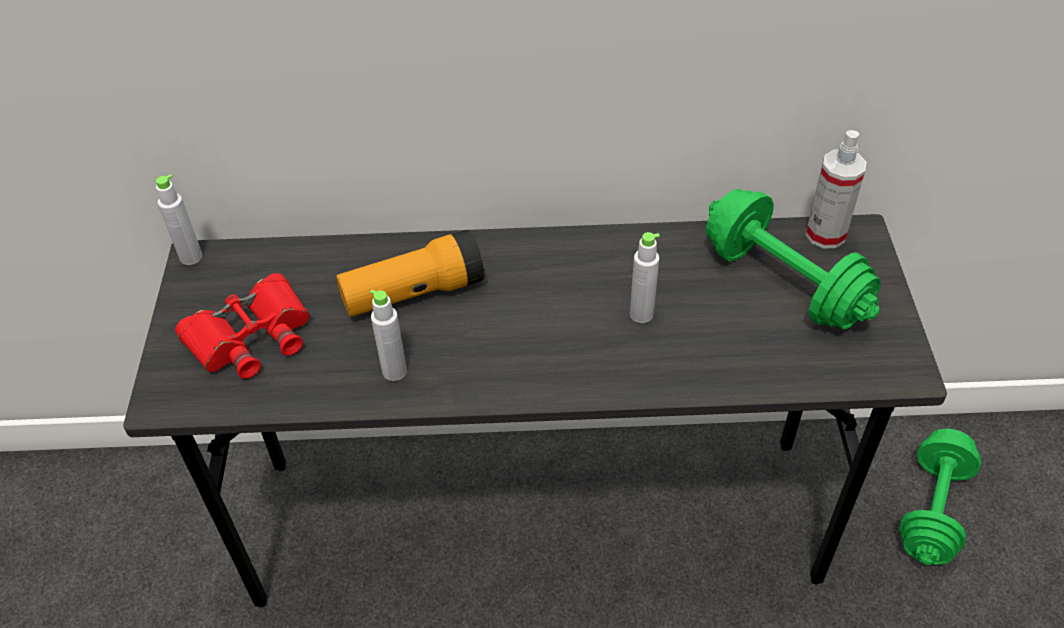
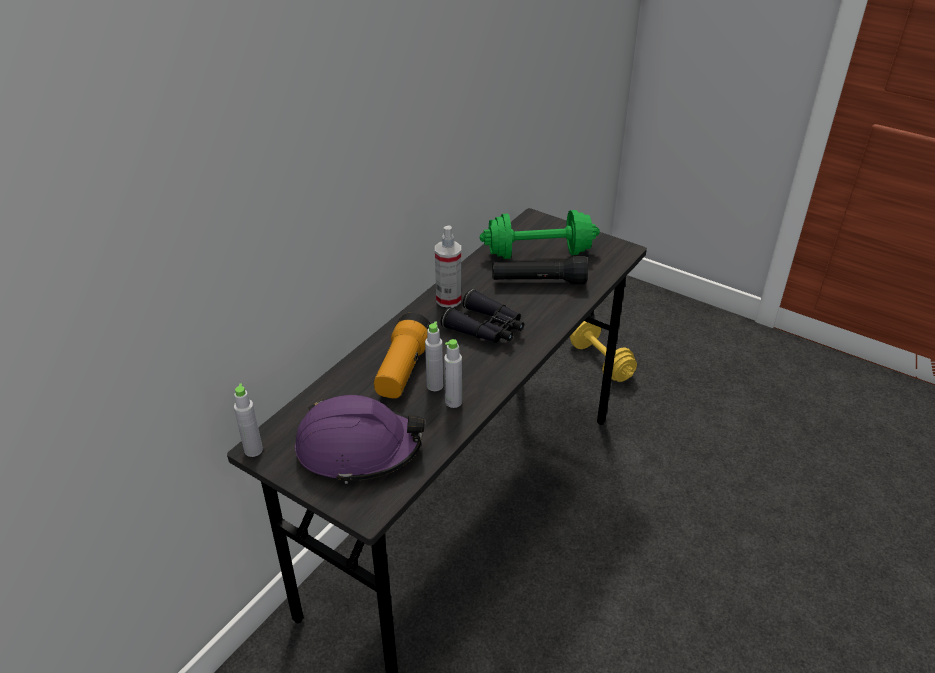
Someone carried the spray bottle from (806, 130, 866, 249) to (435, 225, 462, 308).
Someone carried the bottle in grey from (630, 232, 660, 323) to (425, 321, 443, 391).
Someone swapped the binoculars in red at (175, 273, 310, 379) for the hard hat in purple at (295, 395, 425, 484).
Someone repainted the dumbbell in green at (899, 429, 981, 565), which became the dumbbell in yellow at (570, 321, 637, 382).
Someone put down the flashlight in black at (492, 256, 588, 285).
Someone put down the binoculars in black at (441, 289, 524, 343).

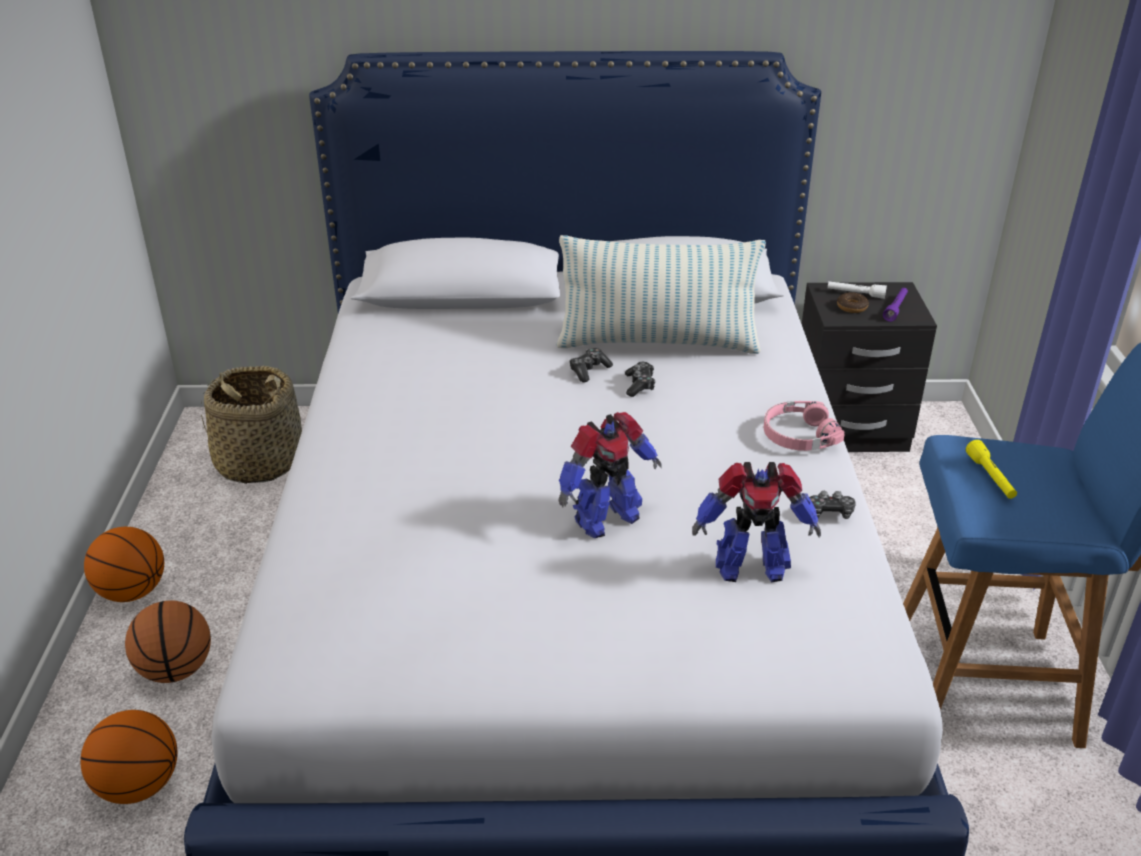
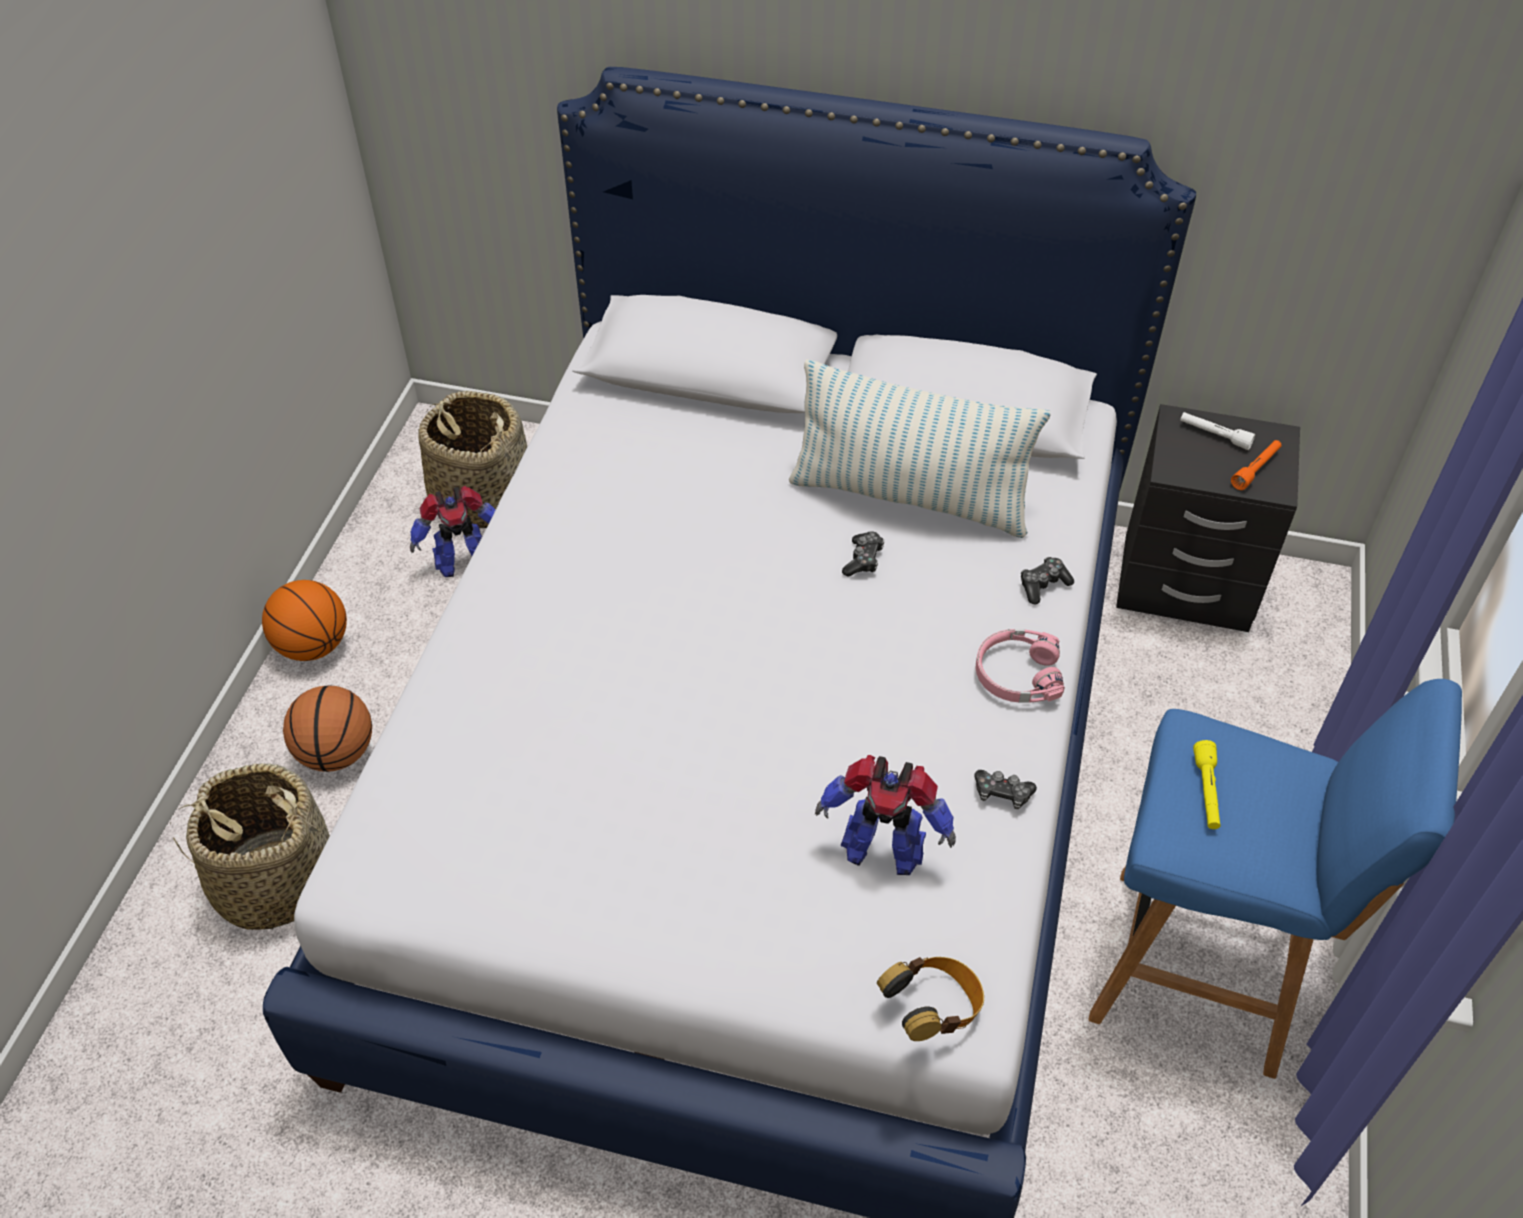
Someone repainted the flashlight in purple at (883, 288, 908, 322), which became the flashlight in orange at (1231, 440, 1282, 490).
Someone took away the donut at (837, 292, 869, 313).
Someone carried the game controller from (569, 348, 613, 382) to (1021, 557, 1074, 605).
Someone carried the toy robot from (558, 412, 662, 538) to (410, 486, 495, 577).
Someone swapped the basketball at (80, 710, 177, 804) for the basket at (170, 763, 330, 930).
Someone put down the headphones at (877, 957, 984, 1041).

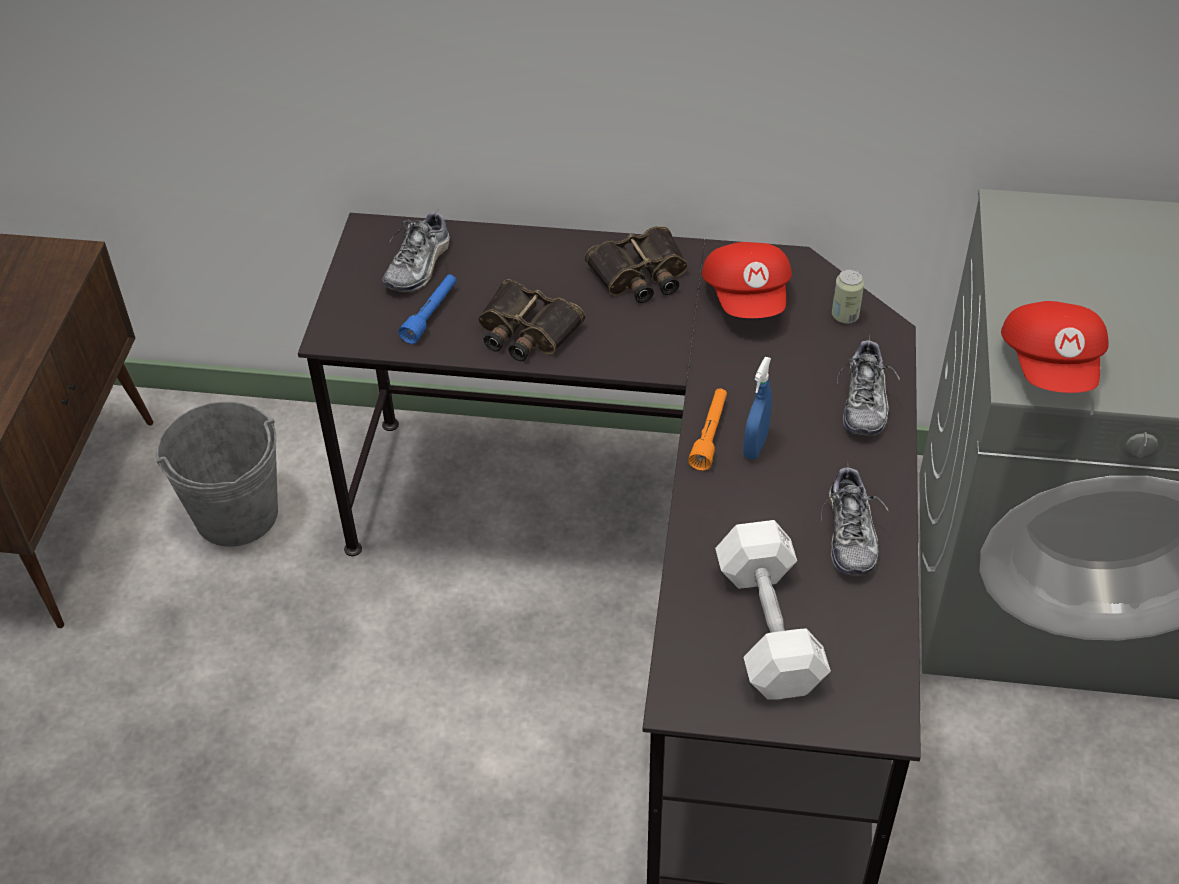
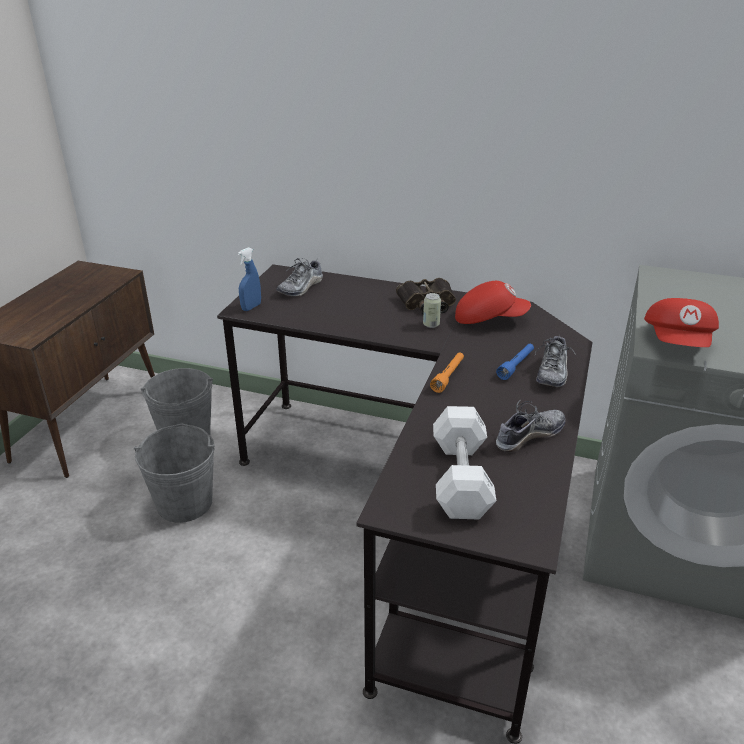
Someone rotated the cap in red at (702, 242, 792, 318) by 90 degrees counterclockwise.
Someone carried the can from (832, 269, 864, 323) to (423, 293, 441, 328).
Someone carried the flashlight in blue from (398, 274, 457, 344) to (496, 344, 534, 380).
Someone took away the binoculars at (478, 280, 585, 361).
Someone carried the spray bottle in blue from (743, 357, 772, 459) to (237, 247, 261, 311).
Someone rotated the shoe at (821, 461, 889, 576) by 135 degrees counterclockwise.
Someone put down the bucket in grey at (134, 424, 215, 523).

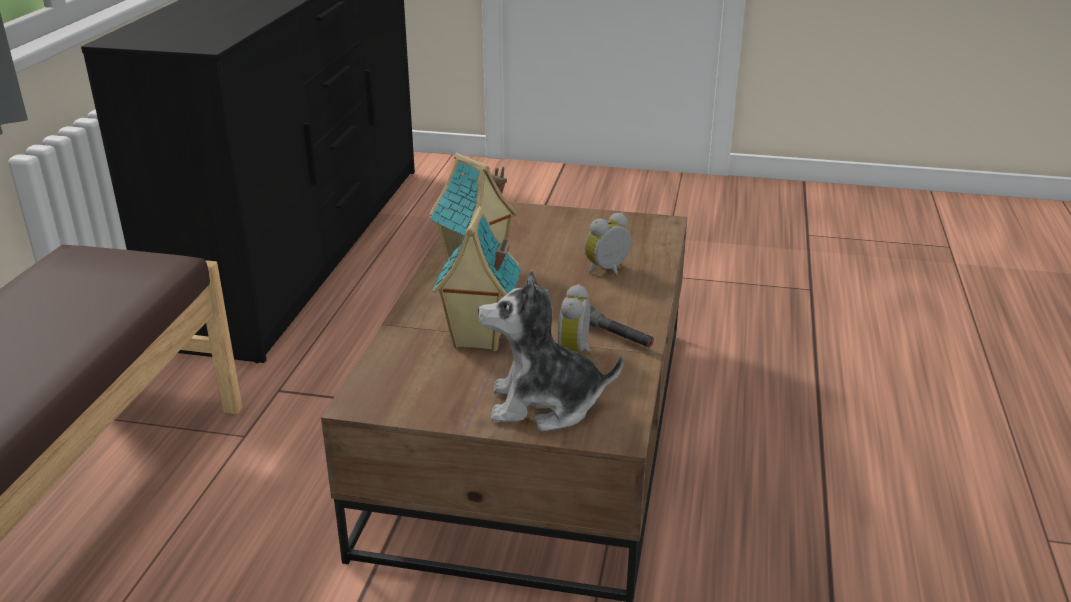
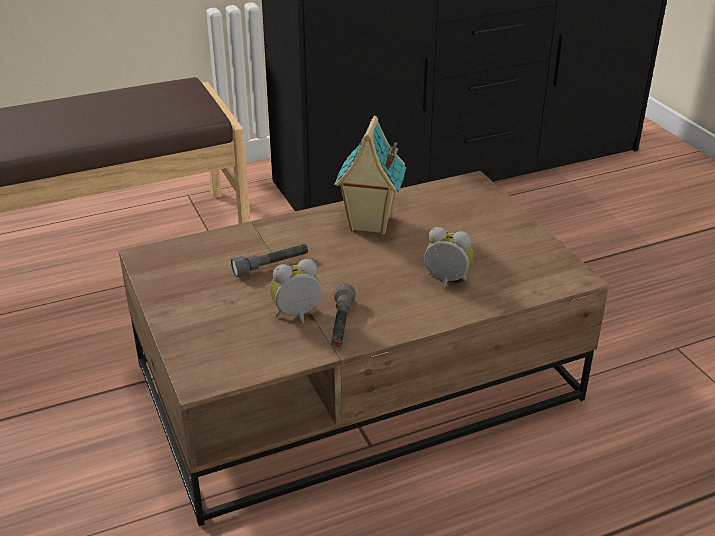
Someone swapped the toy house at (432, 206, 521, 351) for the flashlight in grey at (231, 244, 308, 277).
Someone took away the plush toy at (478, 271, 624, 431).

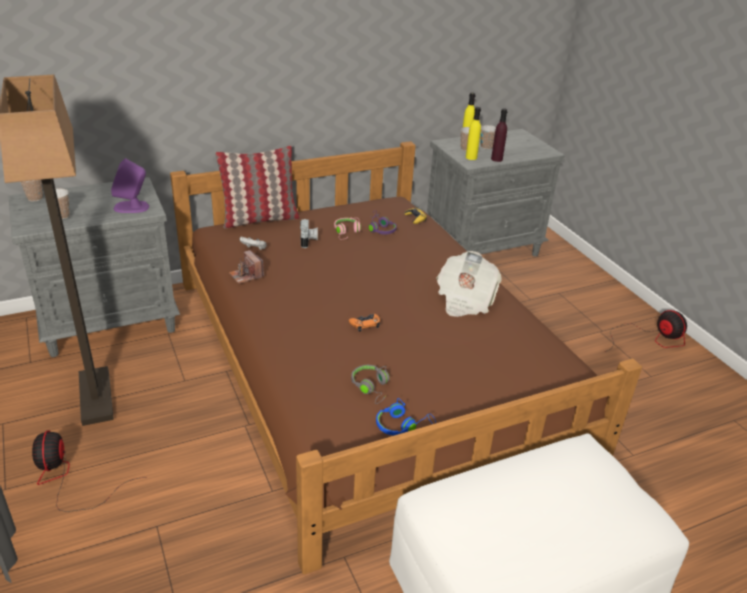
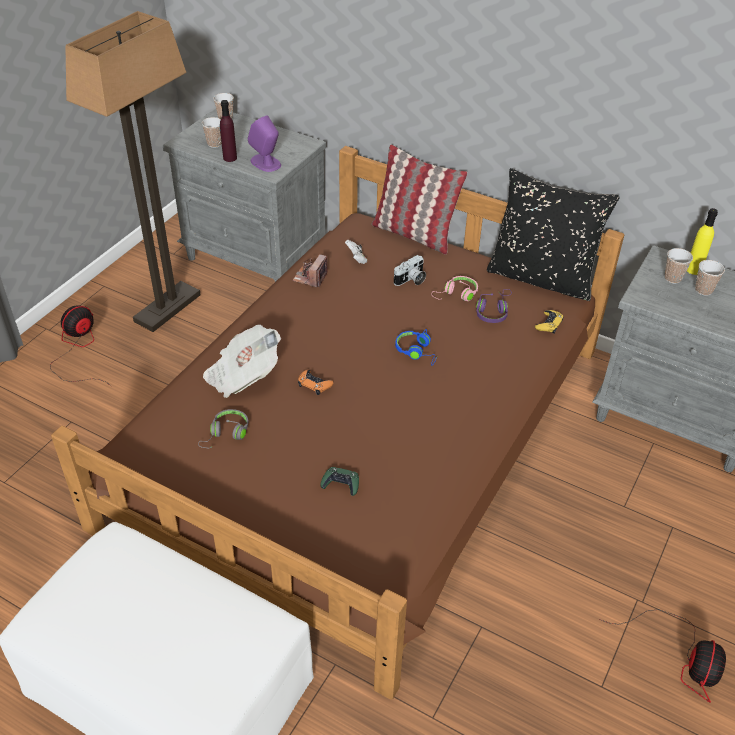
Someone took away the bottle in yellow at (466, 107, 481, 160).
Someone carried the bottle in purple from (491, 109, 507, 162) to (220, 100, 237, 162).
Someone carried the newspaper from (436, 251, 502, 317) to (203, 325, 281, 398).
Someone carried the headphones in blue from (376, 398, 436, 436) to (395, 329, 437, 366).
Someone put down the pillow in black at (487, 168, 619, 301).
Someone put down the game controller in green at (320, 467, 359, 496).

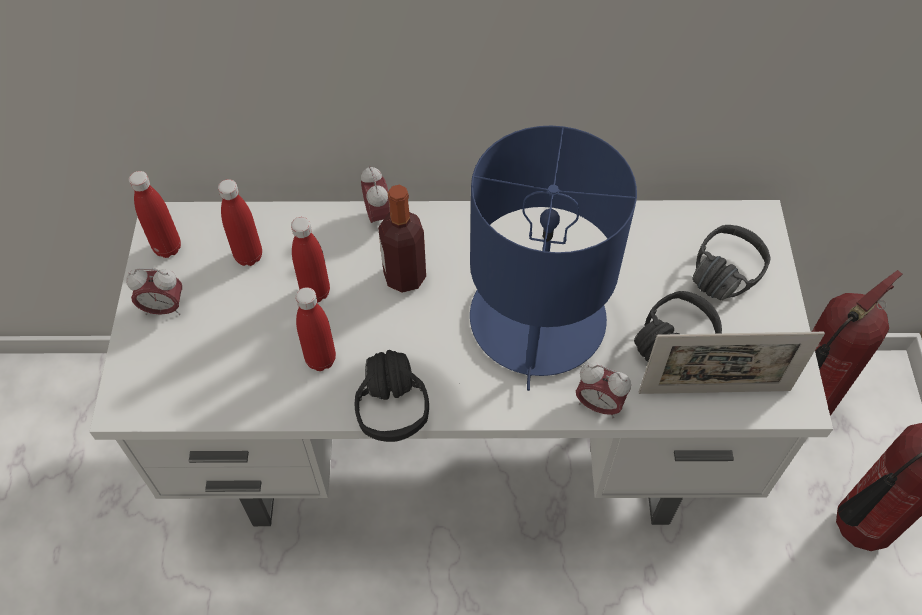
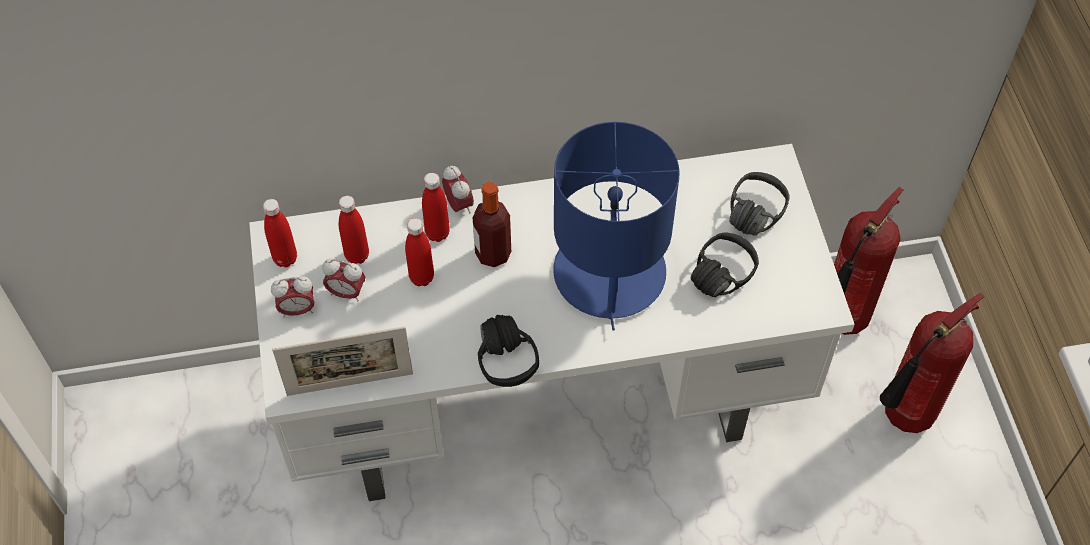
Someone carried the bottle in red from (296, 287, 336, 371) to (422, 173, 450, 242).
Someone carried the picture frame from (639, 332, 825, 394) to (272, 326, 413, 396).
Someone carried the alarm clock from (576, 362, 631, 419) to (322, 258, 365, 301).

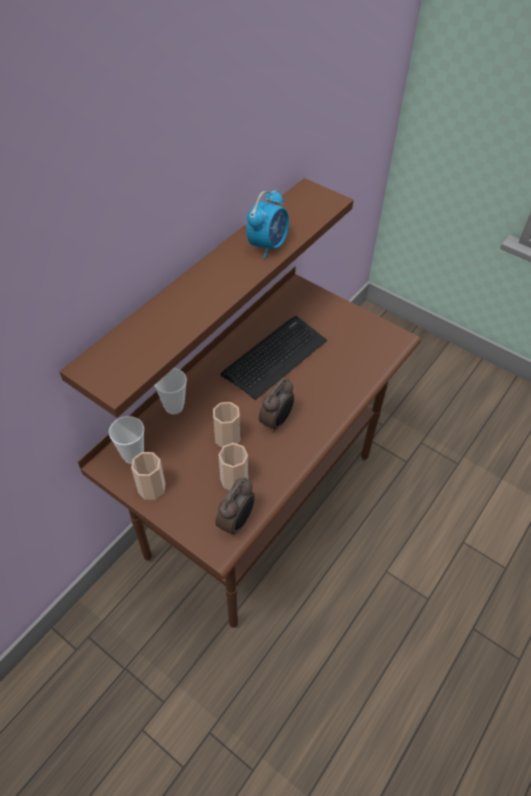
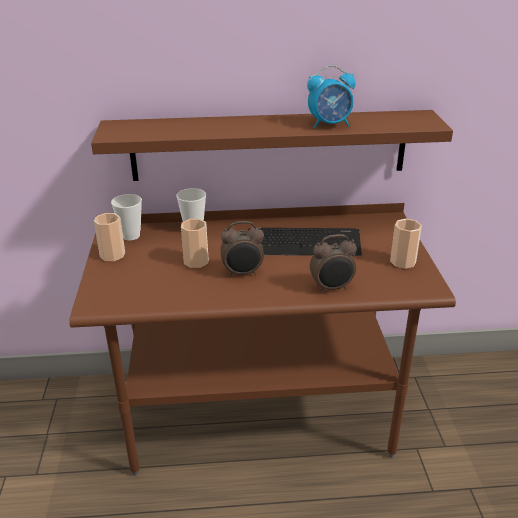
Someone carried the cup from (219, 443, 248, 490) to (390, 219, 422, 269).
Someone carried the alarm clock from (215, 477, 255, 536) to (310, 234, 357, 293).

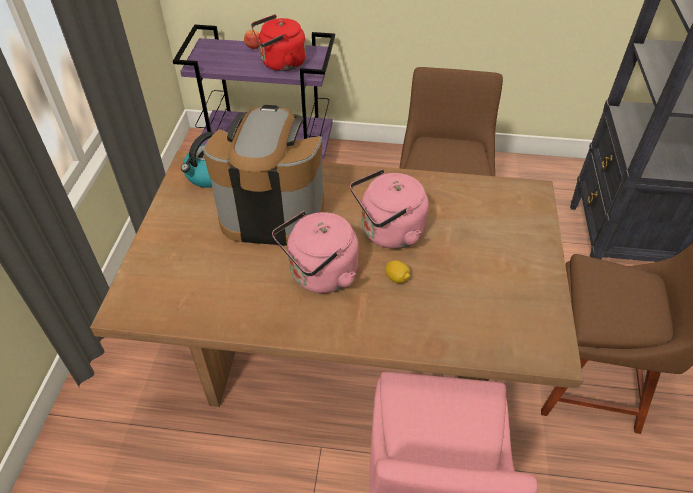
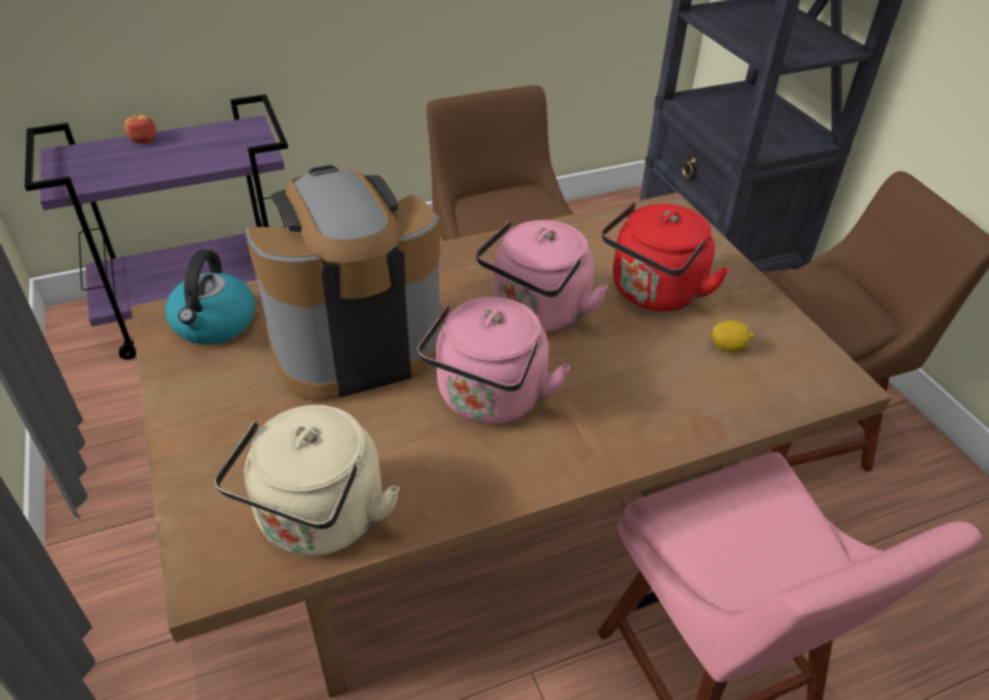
Someone carried the kettle in red from (251, 14, 306, 71) to (602, 202, 729, 311).
Someone carried the lemon from (385, 261, 410, 283) to (711, 321, 754, 352).
Someone put down the kettle in beige at (214, 405, 400, 556).

